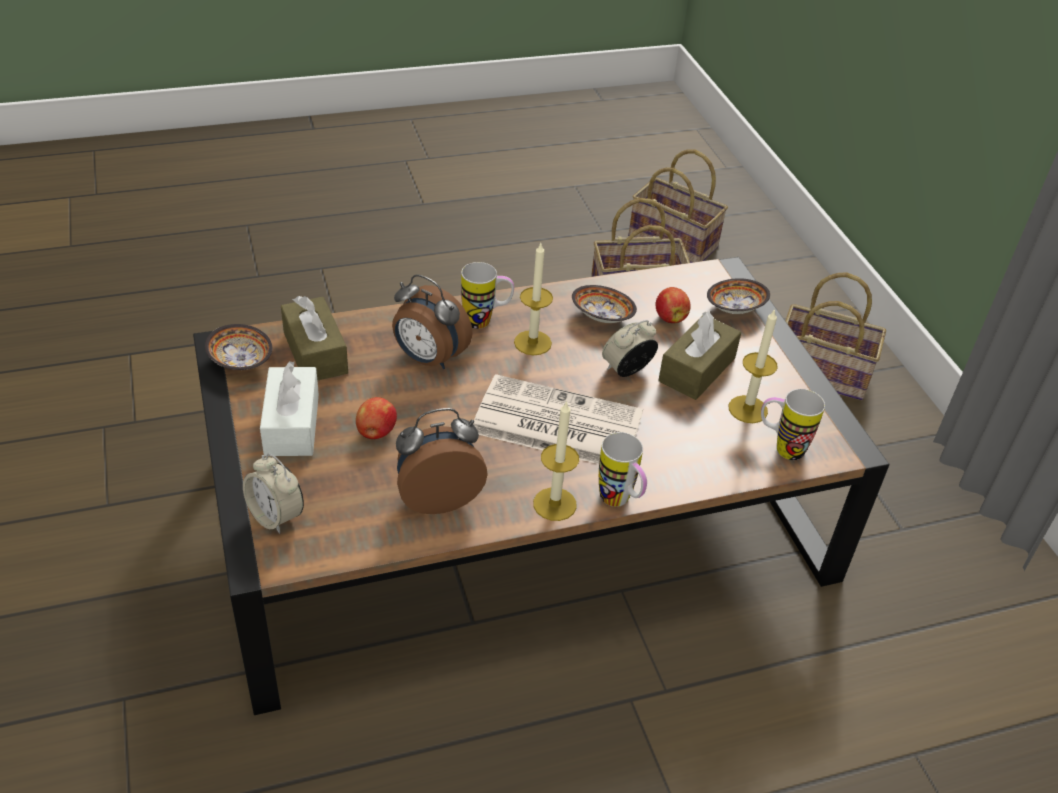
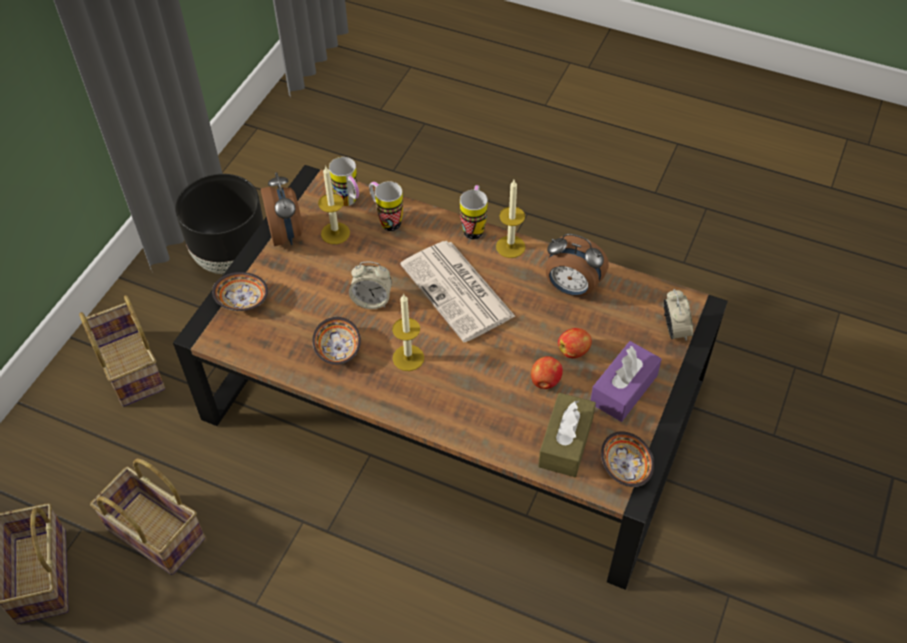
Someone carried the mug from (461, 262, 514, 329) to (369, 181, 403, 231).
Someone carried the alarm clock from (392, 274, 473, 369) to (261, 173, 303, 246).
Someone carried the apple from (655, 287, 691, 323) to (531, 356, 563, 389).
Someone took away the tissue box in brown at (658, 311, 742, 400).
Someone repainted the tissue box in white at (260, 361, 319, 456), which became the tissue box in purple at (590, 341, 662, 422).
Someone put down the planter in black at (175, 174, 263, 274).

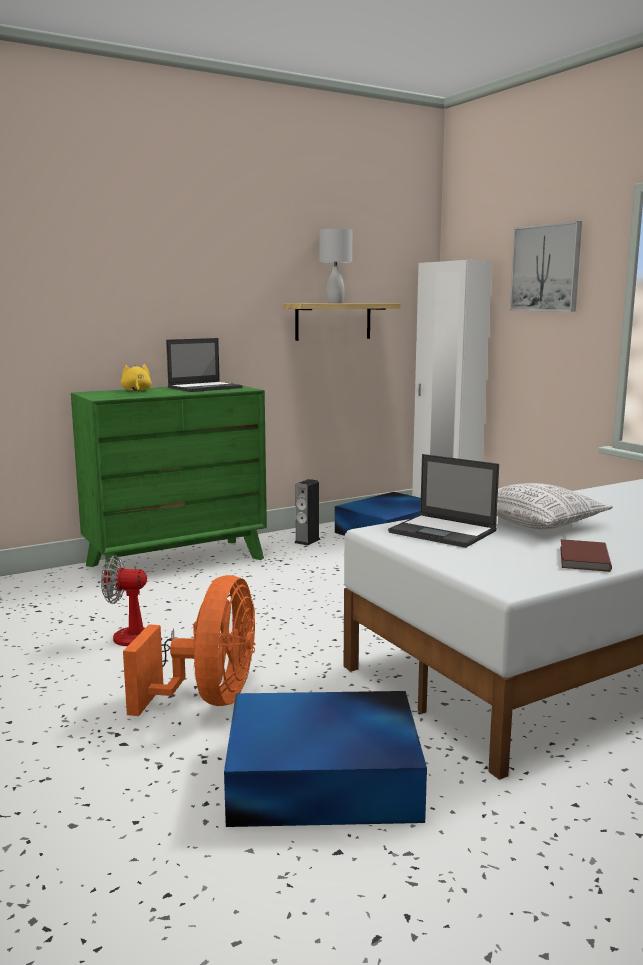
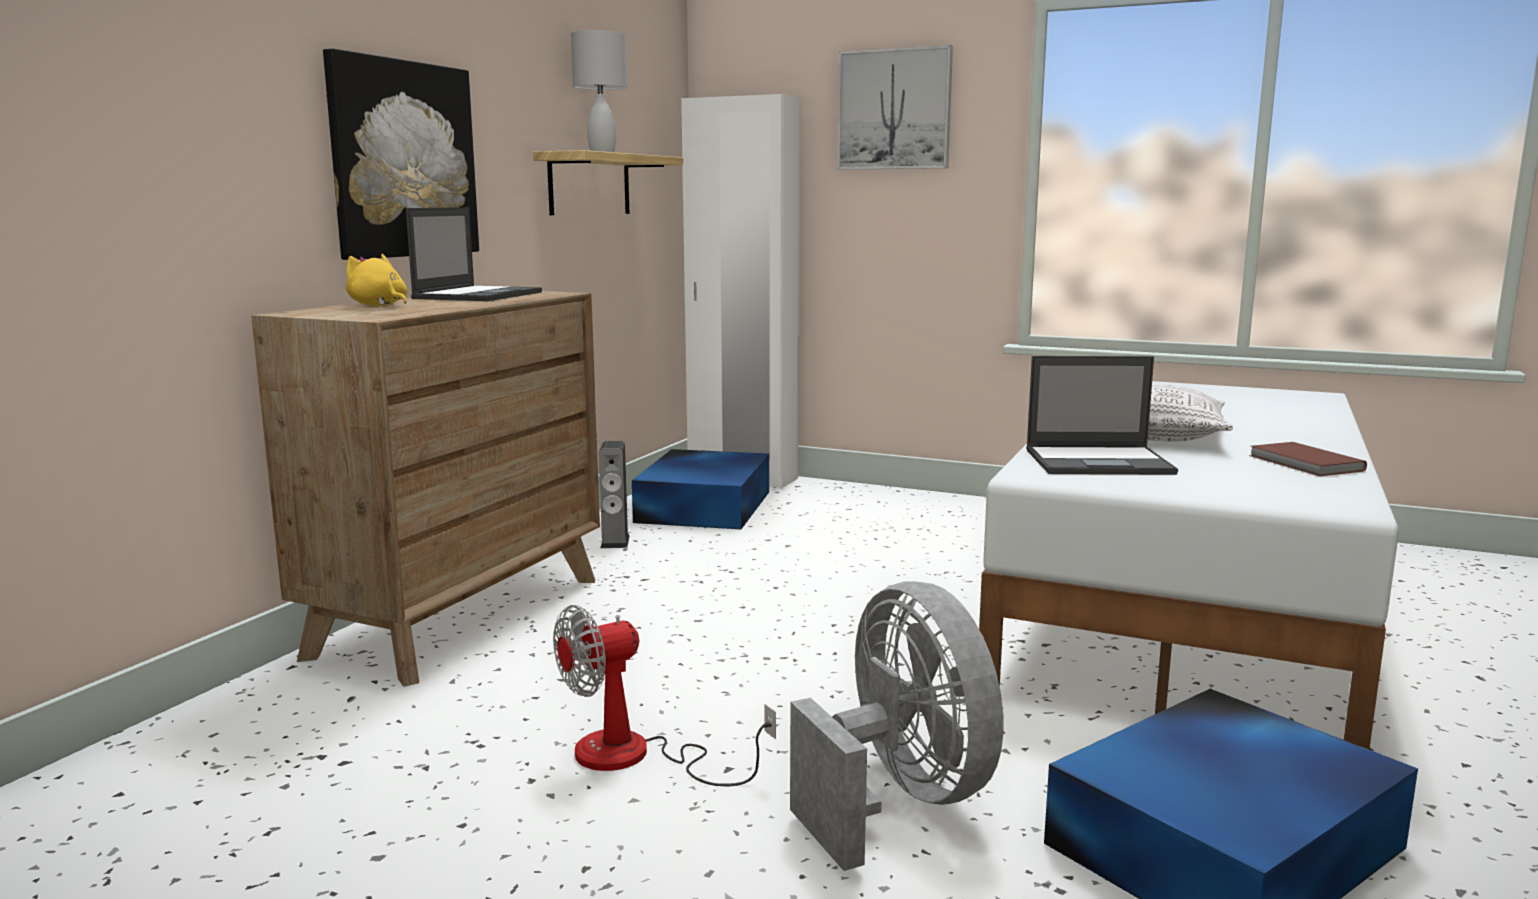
Someone repainted the dresser in green at (71, 383, 267, 587), which became the dresser in brown at (251, 291, 600, 687).
Someone repainted the fan in orange at (123, 575, 255, 716), which became the fan in grey at (790, 581, 1003, 871).
Someone put up the picture at (323, 49, 479, 260).

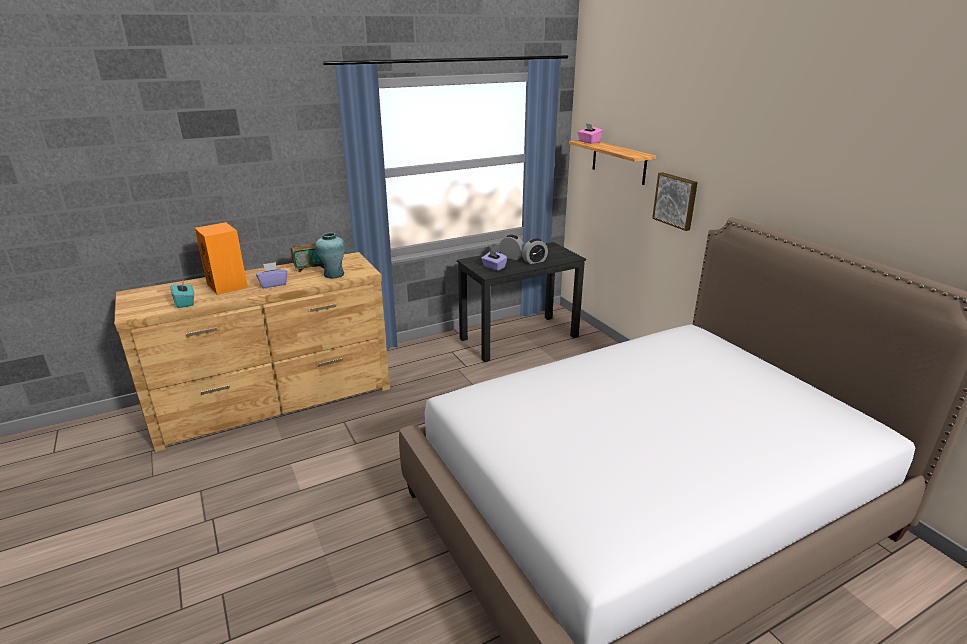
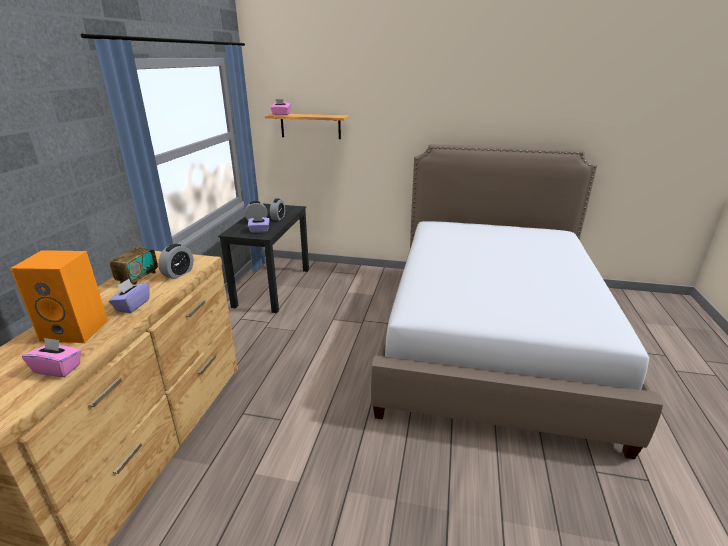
Someone took away the picture at (652, 172, 698, 231).
Someone swapped the vase in turquoise at (315, 232, 345, 278) for the alarm clock at (158, 244, 194, 279).
Someone repainted the tissue box in turquoise at (170, 278, 194, 308), which became the tissue box in pink at (22, 337, 81, 377).

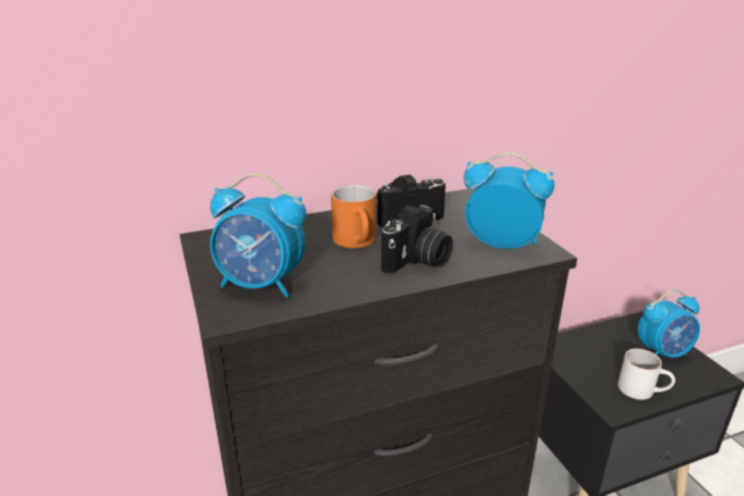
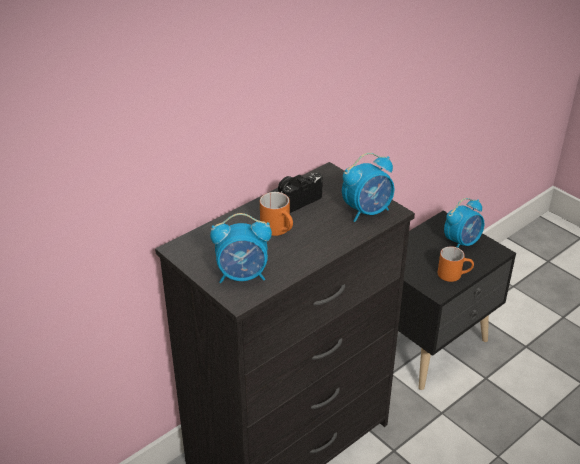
Someone rotated the alarm clock at (464, 152, 555, 249) by 150 degrees clockwise.
Someone took away the photo camera at (381, 204, 453, 274).
Someone repainted the mug in white at (618, 348, 675, 400), which became the mug in orange at (438, 246, 474, 282).

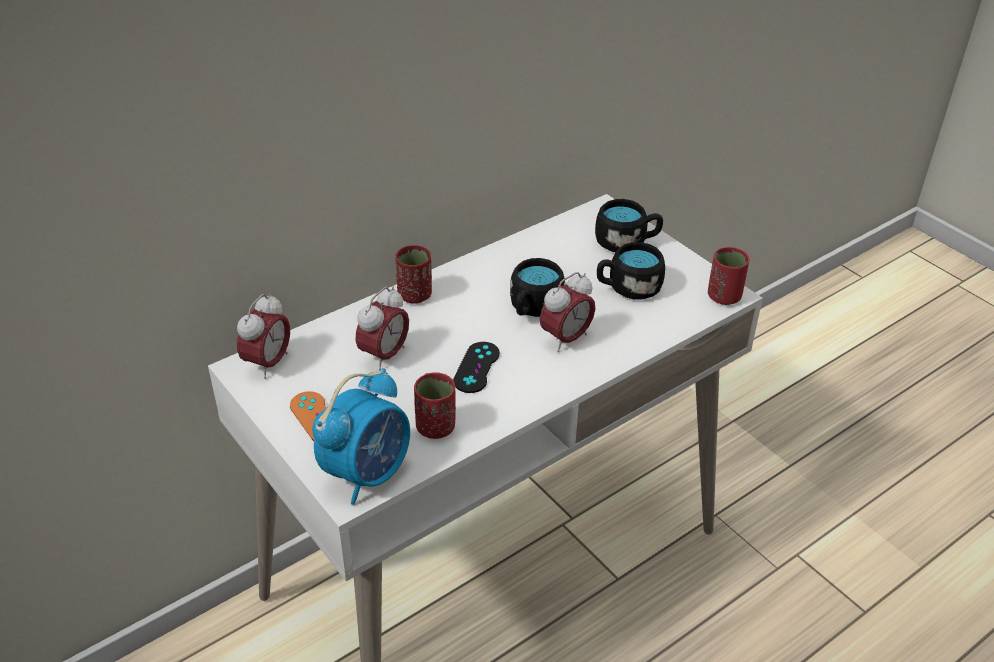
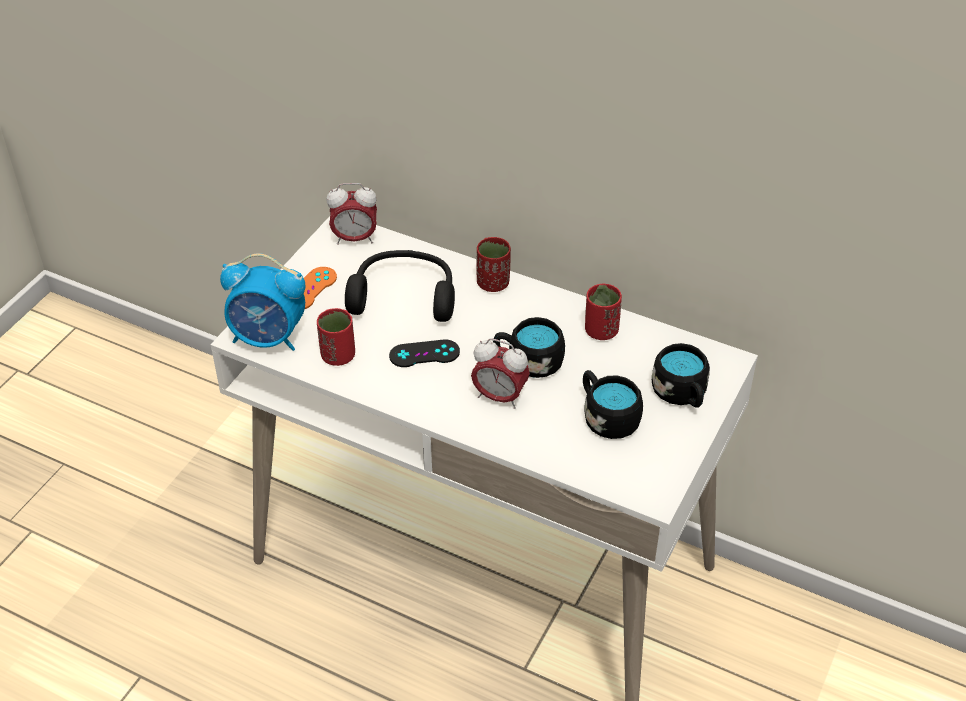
Someone carried the cup in red from (708, 247, 750, 305) to (585, 283, 622, 340).
Someone swapped the alarm clock at (355, 287, 409, 370) for the headphones in black at (345, 250, 455, 322).

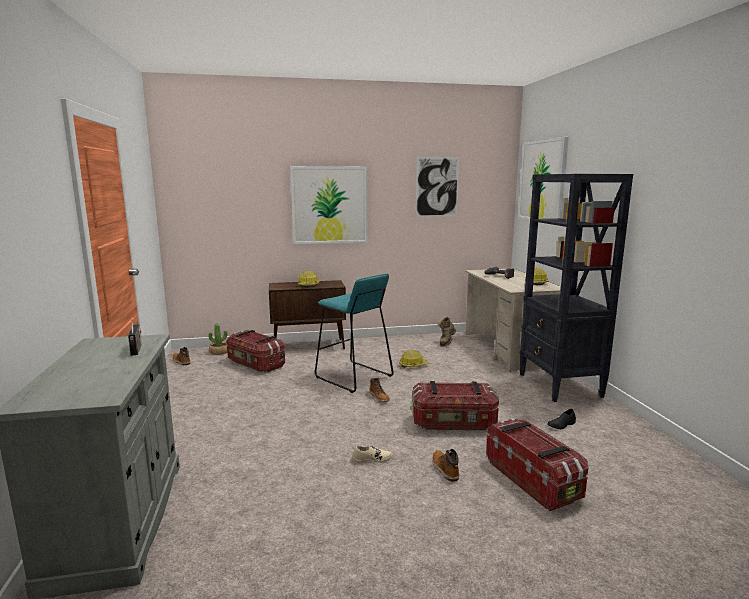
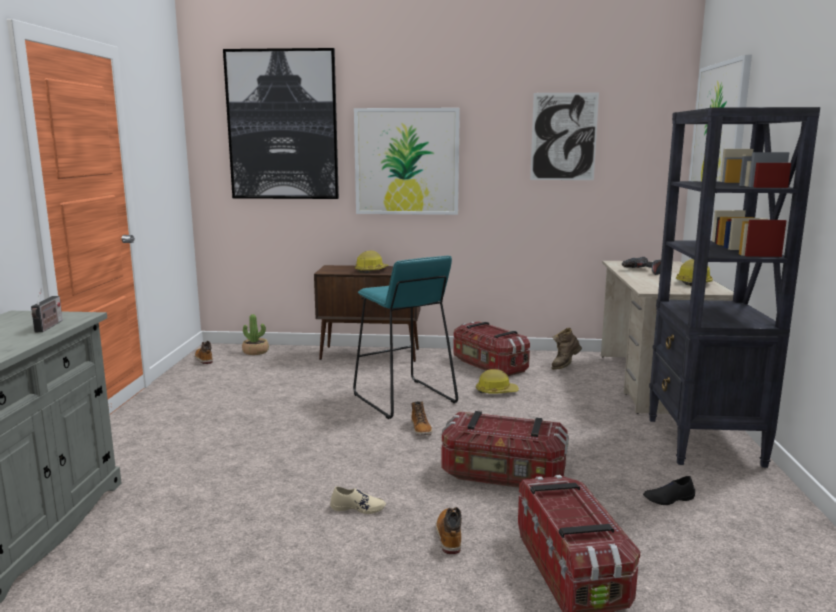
Someone carried the storage box from (226, 330, 285, 372) to (453, 321, 530, 376).
Someone put up the picture at (223, 48, 339, 199).

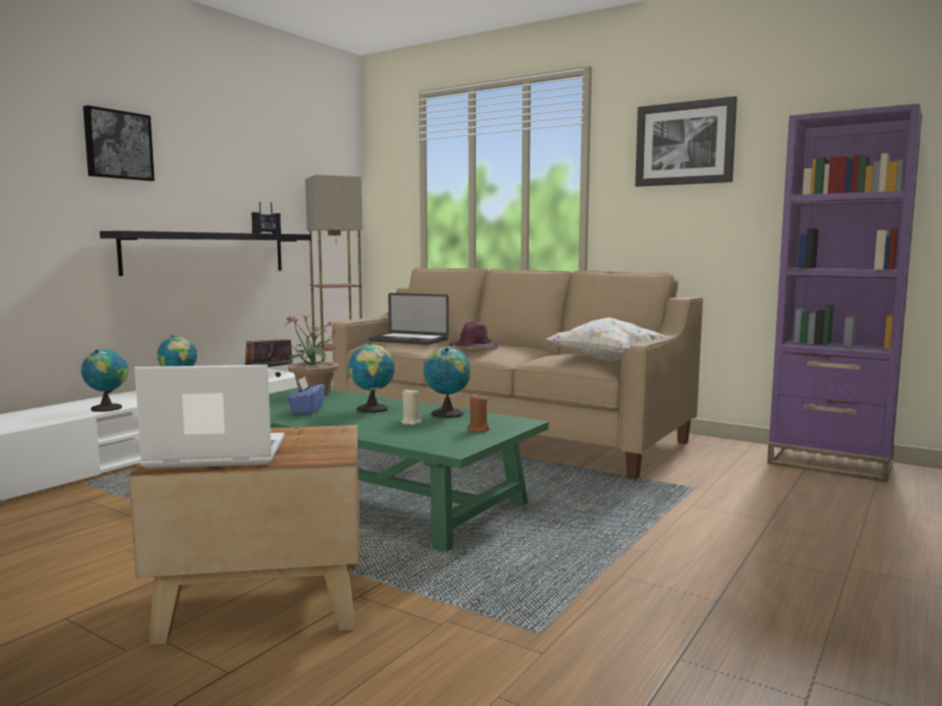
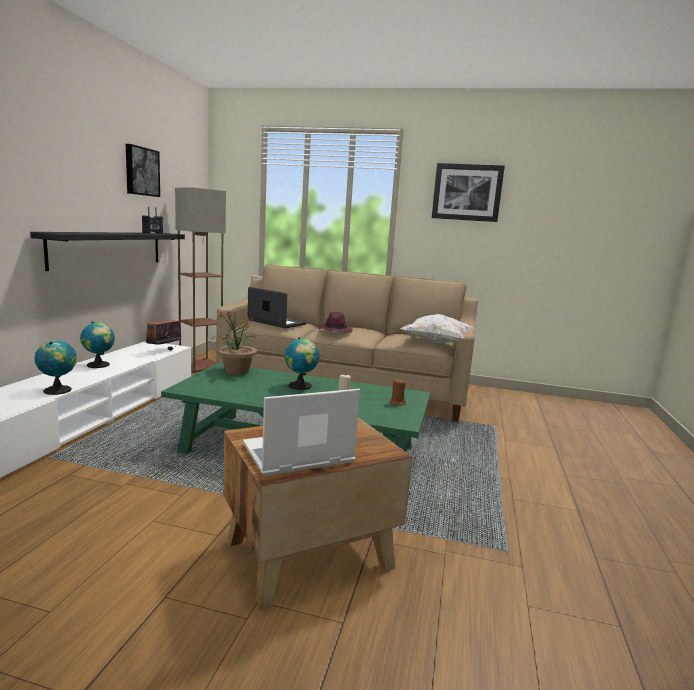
Someone took away the bookcase in purple at (767, 104, 922, 482).
Someone carried the picture from (83, 105, 155, 181) to (126, 144, 160, 197).
Someone rotated the laptop at (368, 293, 449, 345) by 150 degrees counterclockwise.
Someone took away the globe at (423, 347, 471, 418).
Someone took away the tissue box in blue at (287, 377, 325, 414).

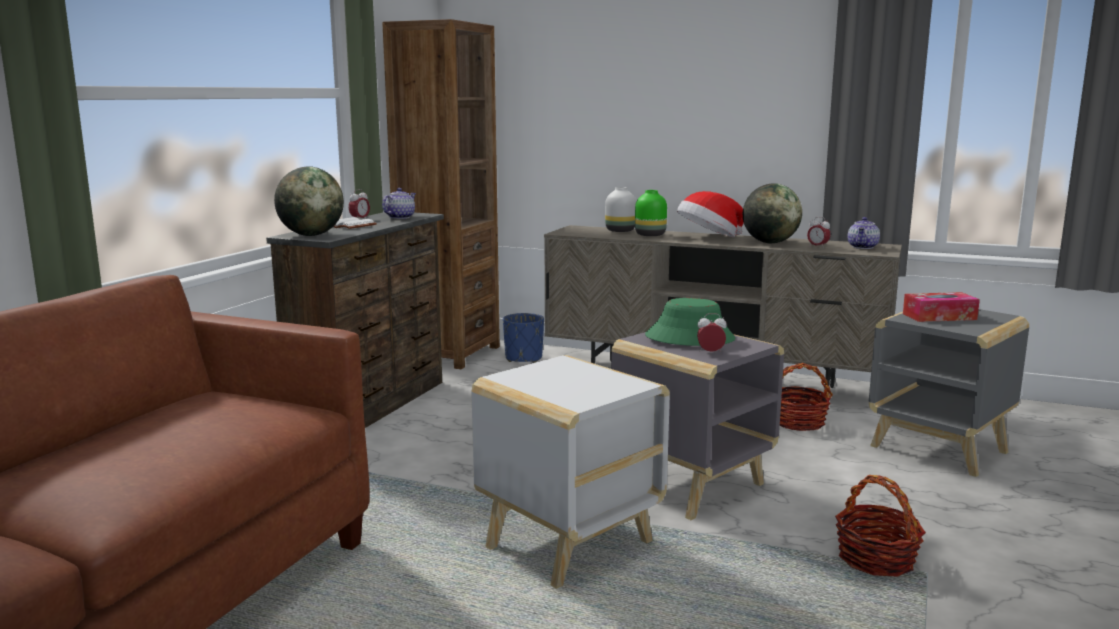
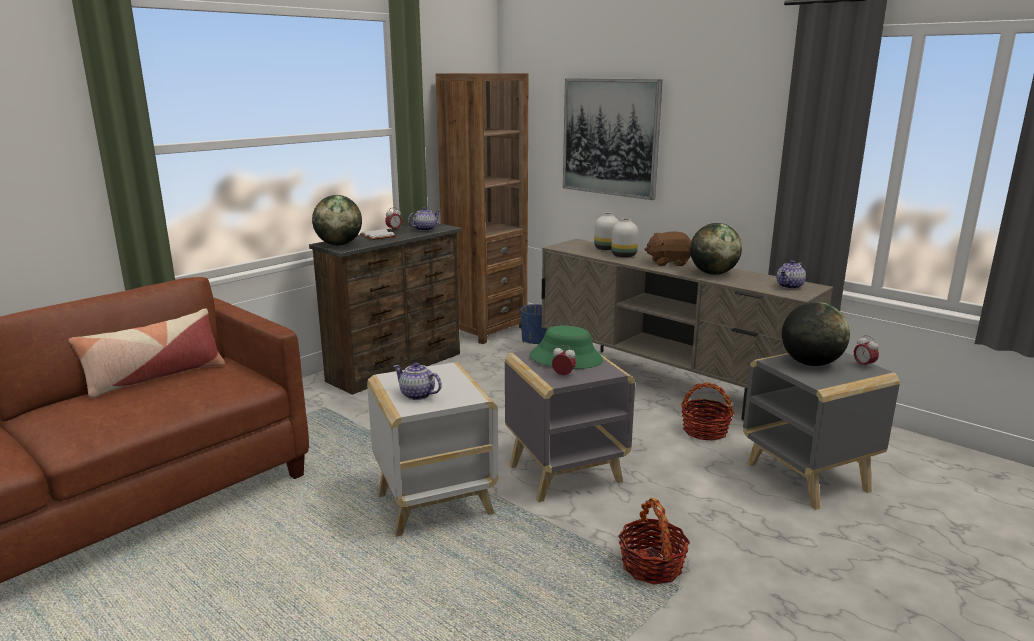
Someone repainted the vase in green at (635, 190, 667, 236), which became the vase in white at (611, 218, 639, 257).
Someone swapped the hat at (677, 191, 744, 237) for the plush toy in brown at (644, 231, 691, 266).
Someone carried the alarm clock from (807, 217, 831, 249) to (854, 335, 879, 369).
Someone swapped the tissue box at (903, 292, 980, 322) for the globe at (782, 302, 850, 366).
Someone put up the picture at (563, 78, 663, 200).
Someone put down the pillow at (69, 308, 225, 398).
Someone put down the teapot at (393, 362, 442, 400).

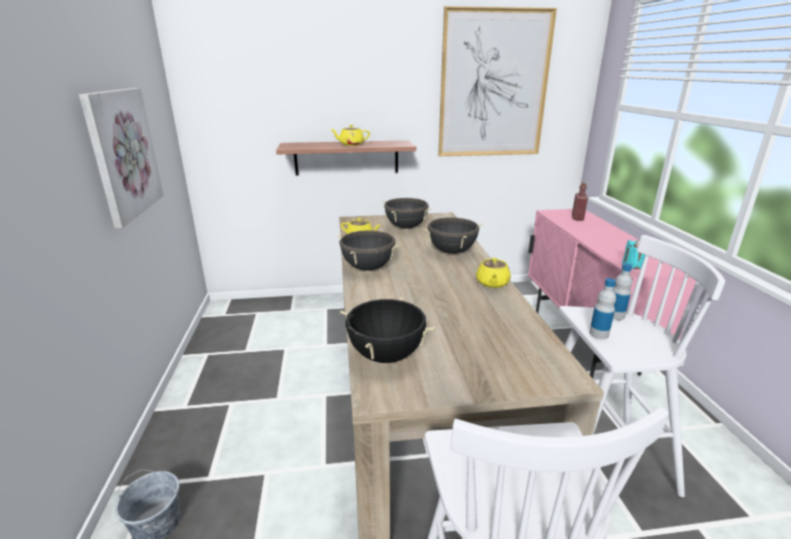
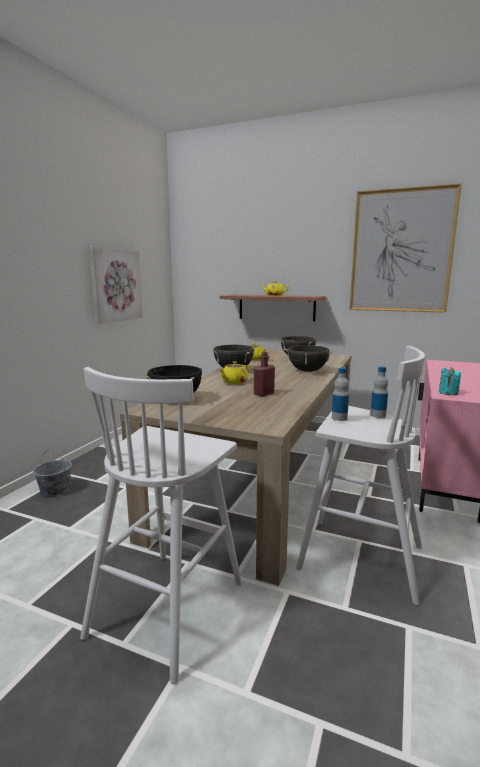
Someone carried the bottle in red from (572, 183, 588, 221) to (254, 352, 275, 396).
Someone carried the teapot in yellow from (476, 257, 511, 288) to (219, 361, 248, 384).

